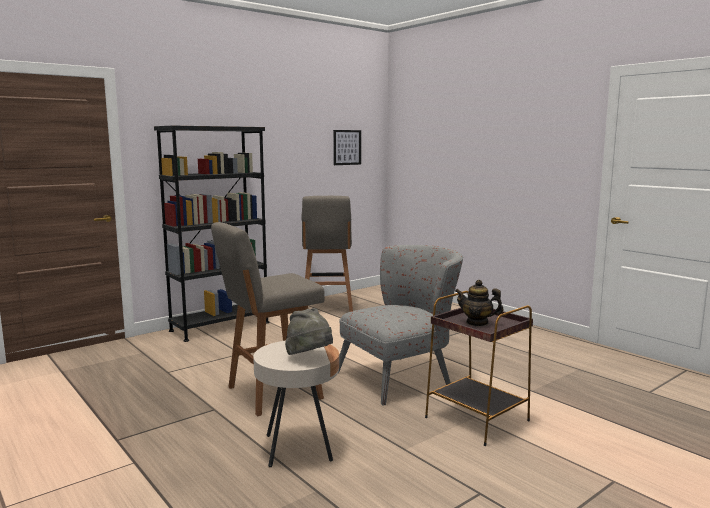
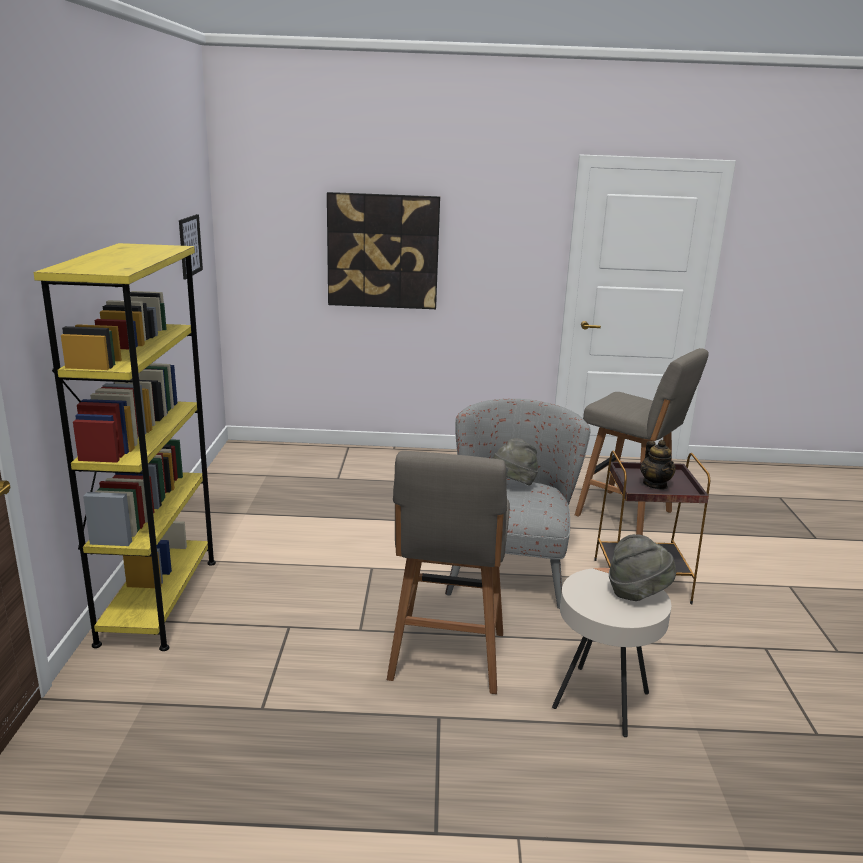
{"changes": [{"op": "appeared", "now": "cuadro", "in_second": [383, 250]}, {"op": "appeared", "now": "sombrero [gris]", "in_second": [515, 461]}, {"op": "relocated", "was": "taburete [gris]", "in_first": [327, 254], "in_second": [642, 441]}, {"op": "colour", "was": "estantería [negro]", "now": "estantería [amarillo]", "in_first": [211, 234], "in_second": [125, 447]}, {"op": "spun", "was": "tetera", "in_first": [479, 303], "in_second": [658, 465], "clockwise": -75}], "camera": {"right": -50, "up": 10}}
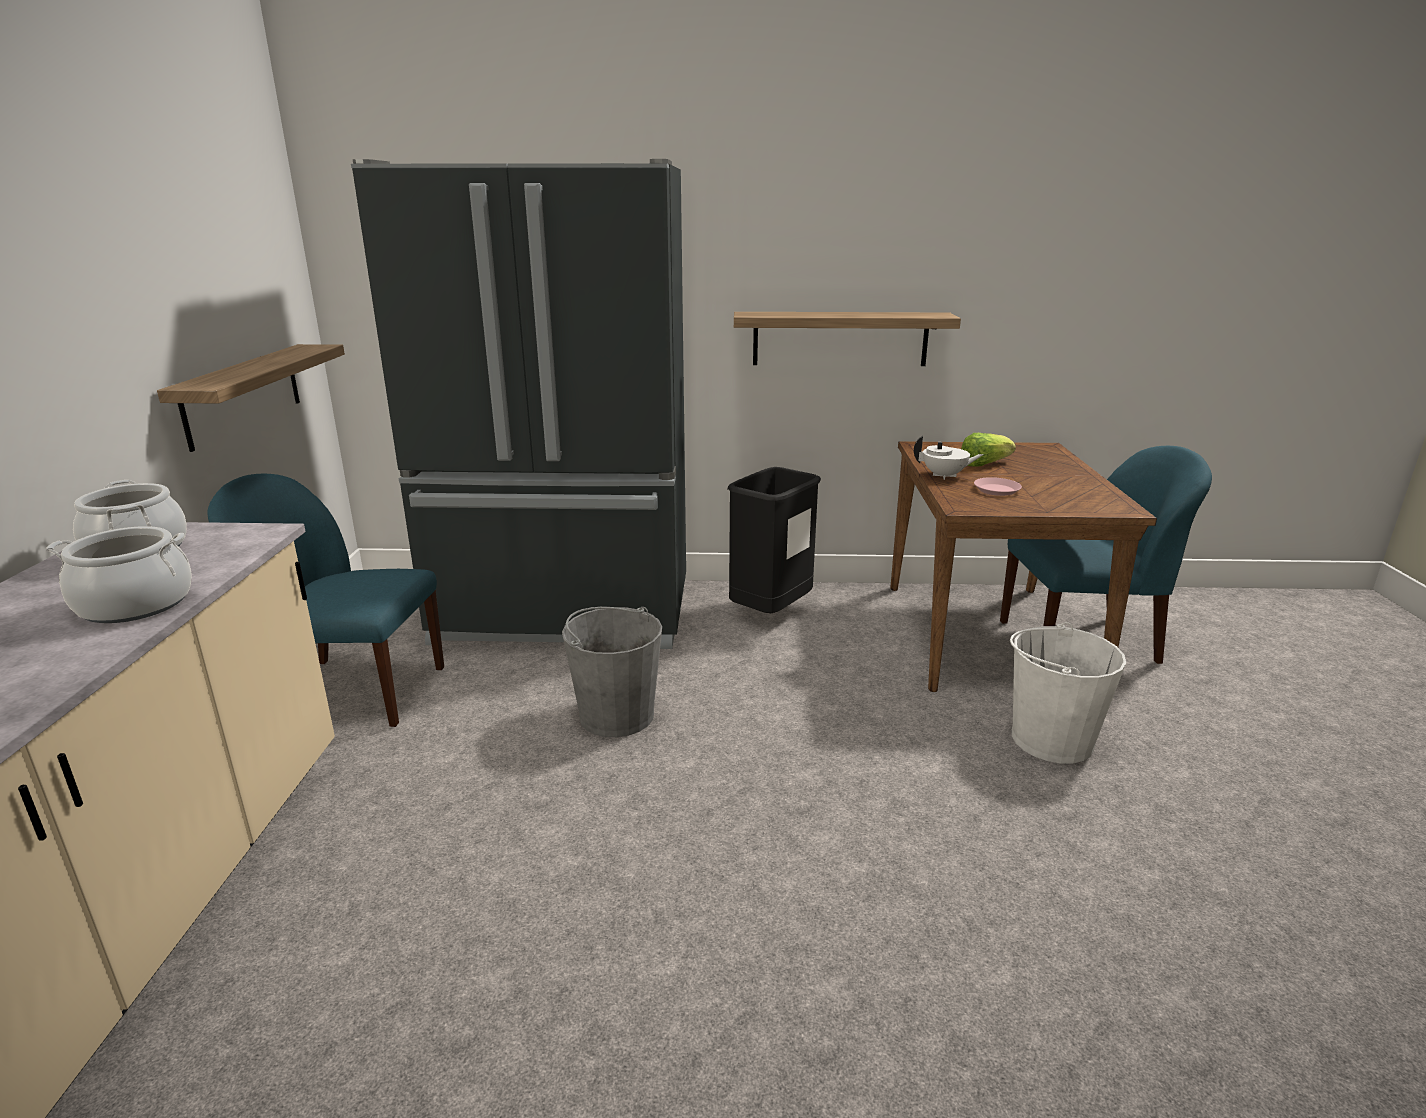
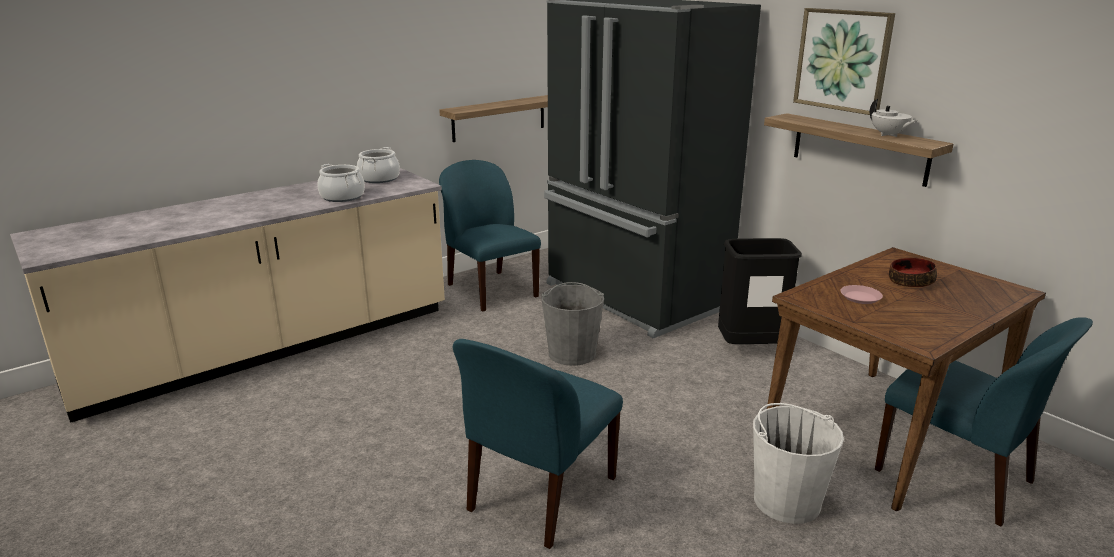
{"changes": [{"op": "appeared", "now": "silla [azul]", "in_second": [538, 444]}, {"op": "appeared", "now": "cuadro", "in_second": [844, 61]}, {"op": "relocated", "was": "tetera [blanco]", "in_first": [948, 458], "in_second": [894, 118]}, {"op": "exchanged", "was": "lechuga", "now": "cuenco", "in_first": [988, 450], "in_second": [913, 272]}], "camera": {"right": 50, "up": 0}}
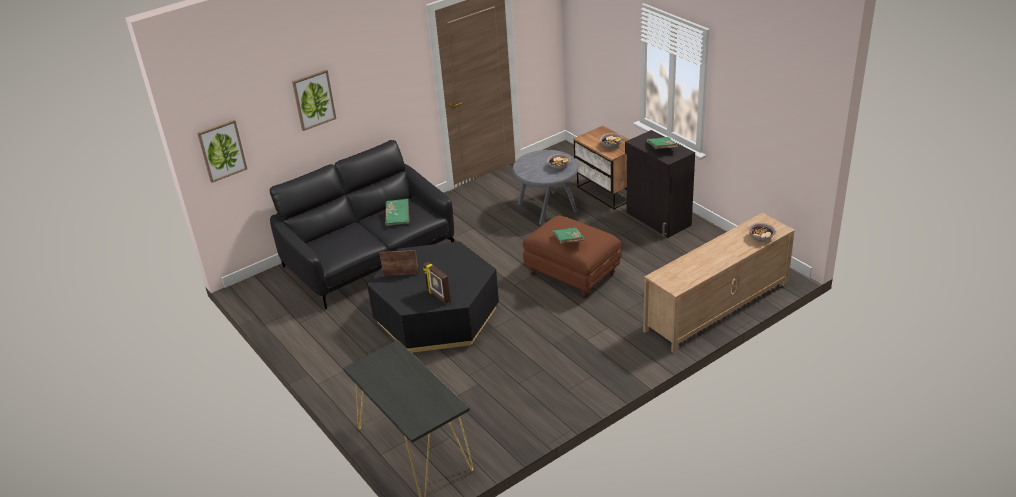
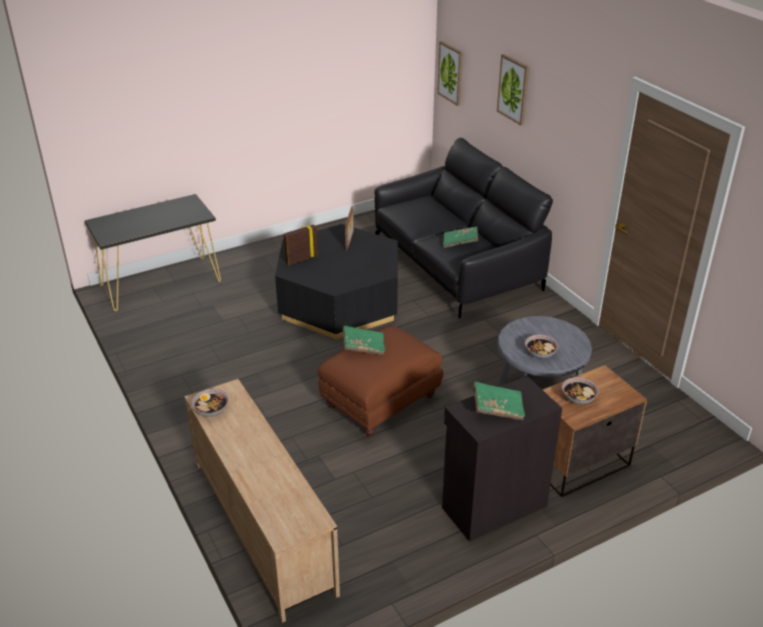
{"changes": [{"op": "relocated", "was": "cuenco", "in_first": [762, 232], "in_second": [210, 403]}], "camera": {"right": 95, "up": 0}}
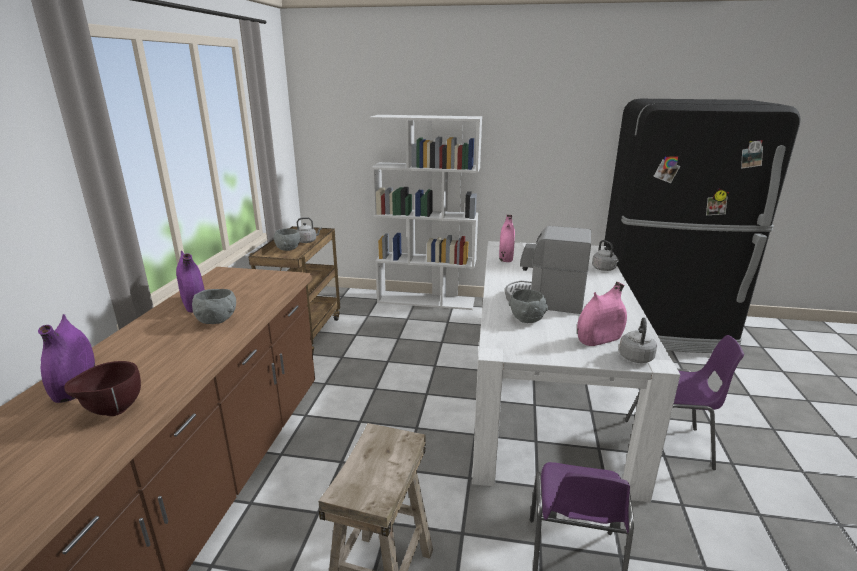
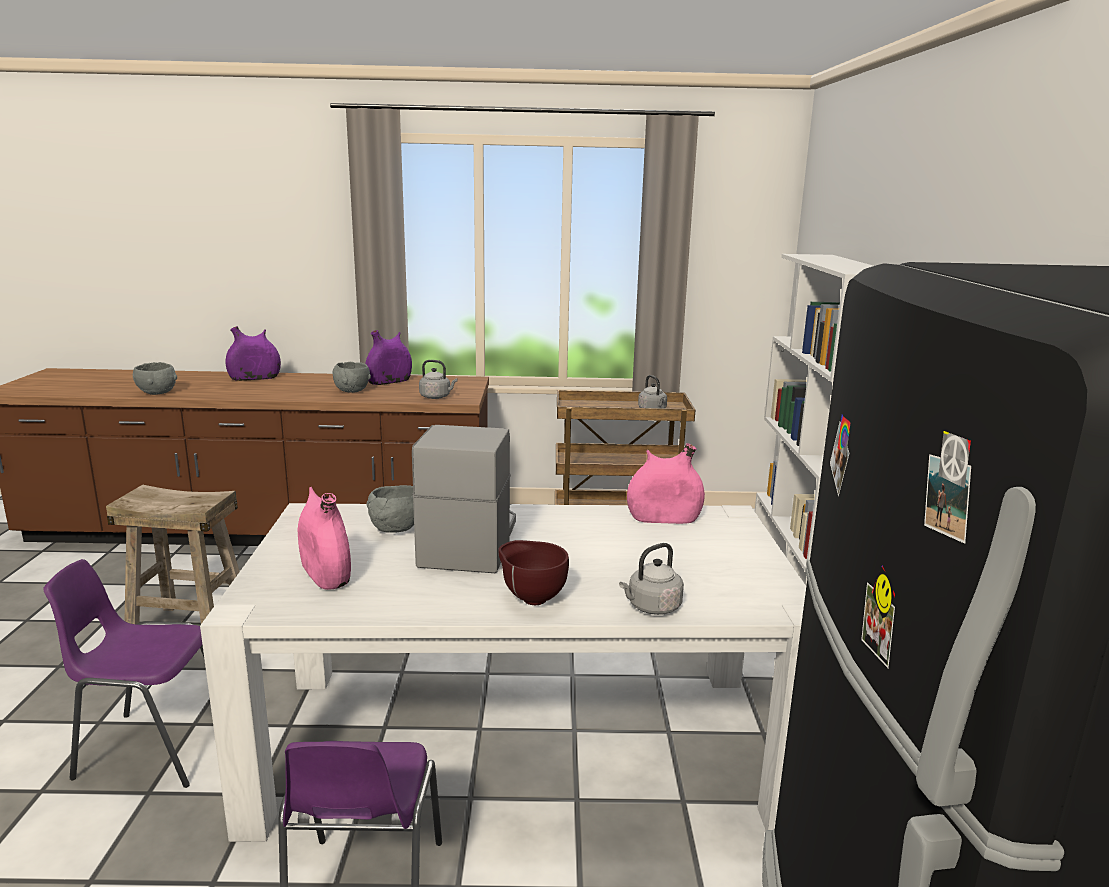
{"changes": [{"op": "relocated", "was": "cuenco [marrón]", "in_first": [102, 388], "in_second": [533, 572]}, {"op": "relocated", "was": "cuenco [gris]", "in_first": [287, 239], "in_second": [155, 378]}, {"op": "relocated", "was": "hervidor [gris]", "in_first": [638, 340], "in_second": [438, 379]}], "camera": {"right": 80, "up": -5}}
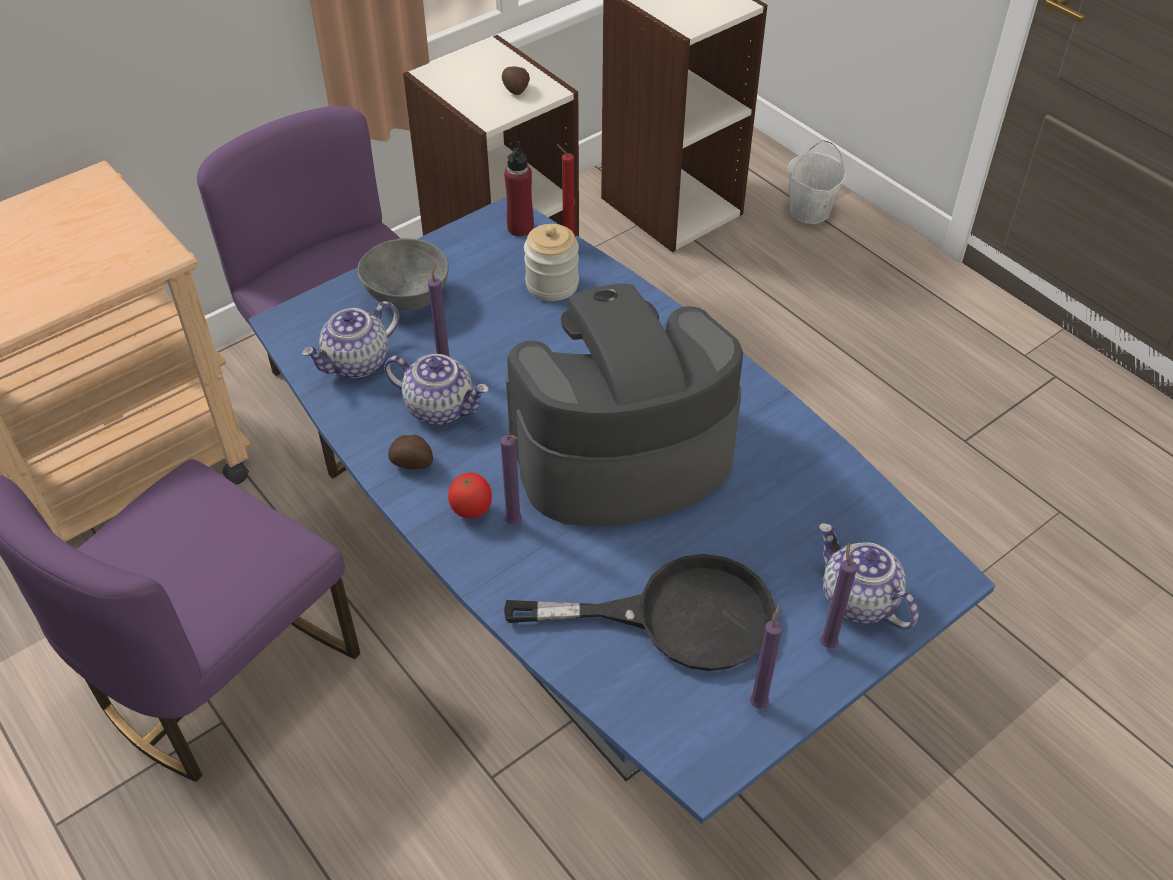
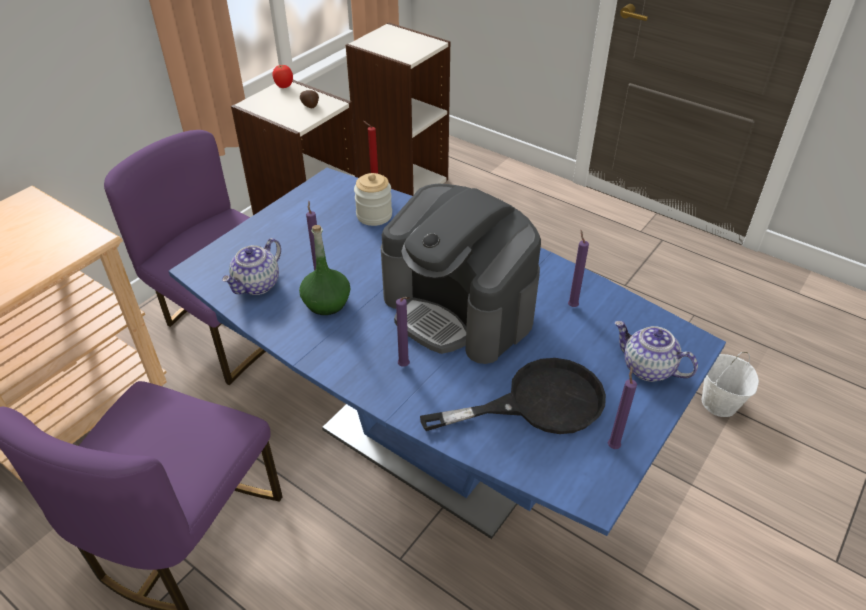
{"changes": [{"op": "missing", "was": "cuenco [gris]", "in_first": [403, 274]}, {"op": "missing", "was": "patata", "in_first": [410, 452]}, {"op": "missing", "was": "botella [rojo]", "in_first": [519, 189]}, {"op": "relocated", "was": "tomate", "in_first": [470, 495], "in_second": [283, 76]}, {"op": "relocated", "was": "cubo [blanco]", "in_first": [817, 182], "in_second": [730, 384]}, {"op": "relocated", "was": "vela [morado]", "in_first": [838, 595], "in_second": [578, 268]}, {"op": "exchanged", "was": "tetera", "now": "botella [verde]", "in_first": [436, 389], "in_second": [324, 270]}, {"op": "spun", "was": "cafetera", "in_first": [624, 404], "in_second": [461, 274], "clockwise": -105}], "camera": {"right": -15, "up": -5}}
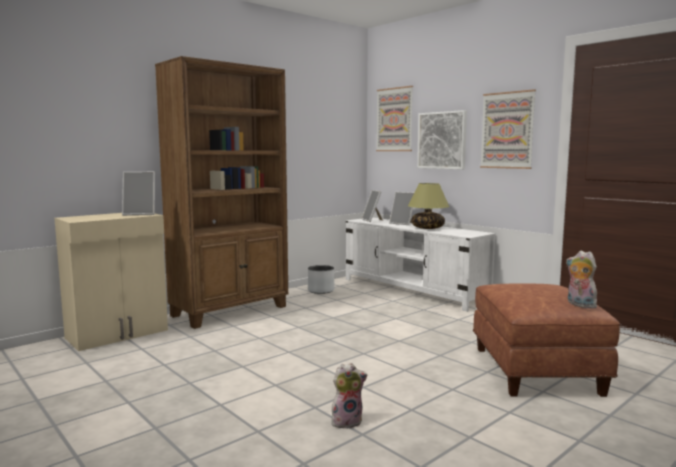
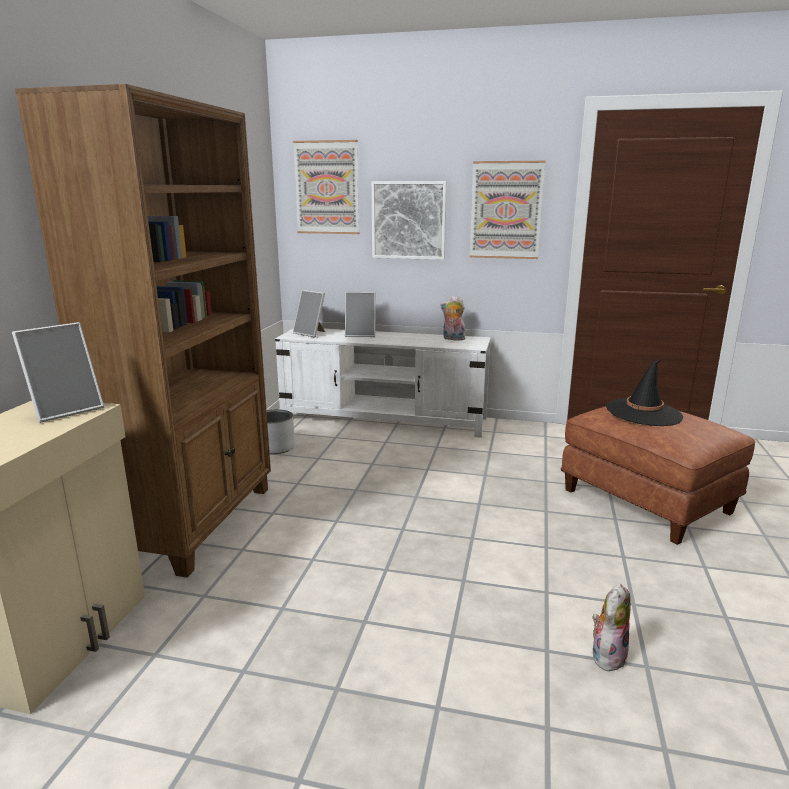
{"changes": [{"op": "missing", "was": "lámpara de mesa", "in_first": [428, 206]}, {"op": "appeared", "now": "sombrero [negro]", "in_second": [644, 392]}, {"op": "relocated", "was": "peluche", "in_first": [581, 280], "in_second": [452, 318]}], "camera": {"right": -35, "up": 10}}
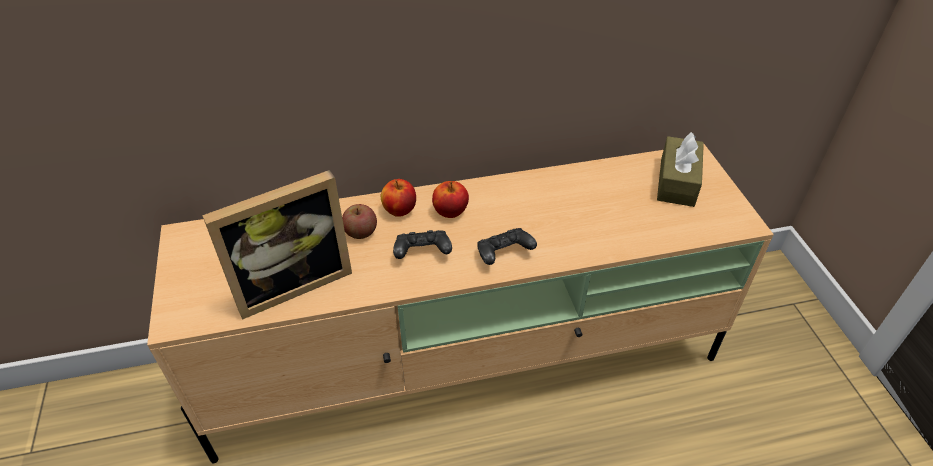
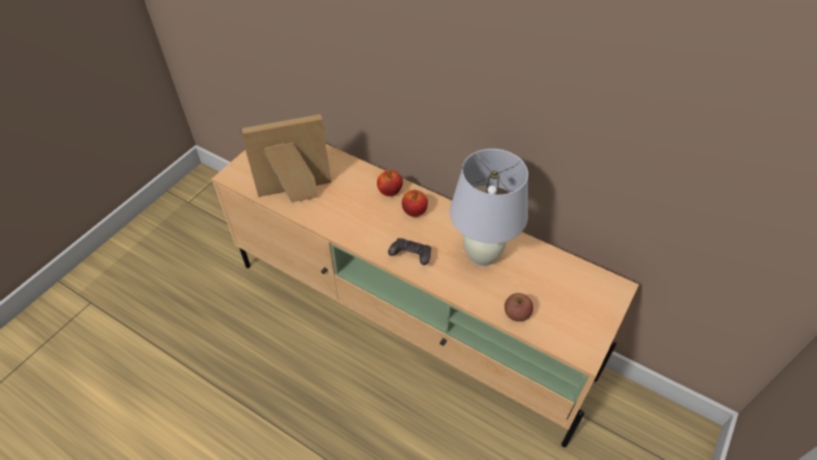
{"changes": [{"op": "missing", "was": "mando de consola [negro]", "in_first": [422, 244]}, {"op": "missing", "was": "caja de pañuelos [marrón]", "in_first": [680, 169]}, {"op": "appeared", "now": "lámpara de mesa [blanco]", "in_second": [489, 208]}, {"op": "relocated", "was": "manzana", "in_first": [359, 221], "in_second": [518, 307]}, {"op": "spun", "was": "portarretratos", "in_first": [277, 245], "in_second": [285, 158], "clockwise": 150}], "camera": {"right": 45, "up": 5}}
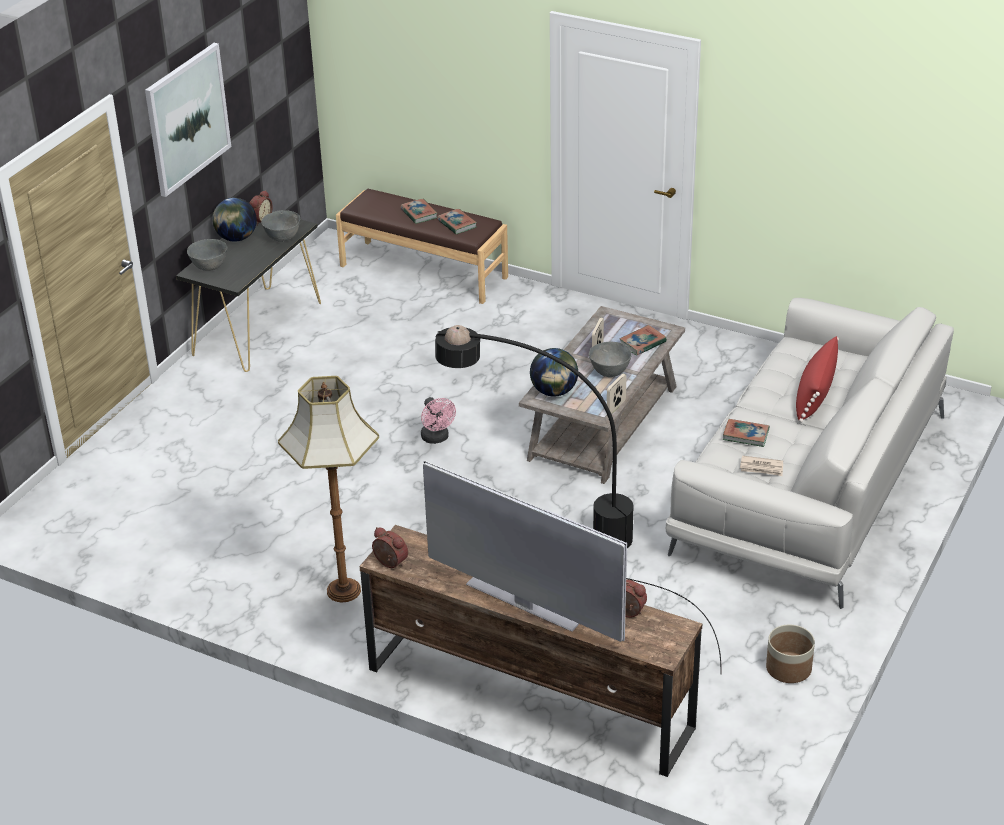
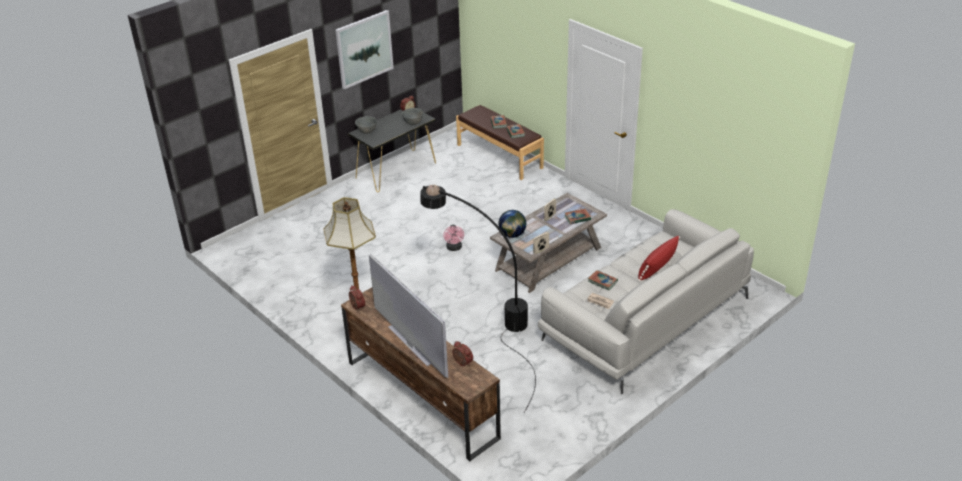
{"changes": [{"op": "missing", "was": "globo terráqueo", "in_first": [234, 220]}, {"op": "missing", "was": "cuenco [gris]", "in_first": [610, 359]}, {"op": "missing", "was": "maceta", "in_first": [790, 654]}], "camera": {"right": 20, "up": 0}}
